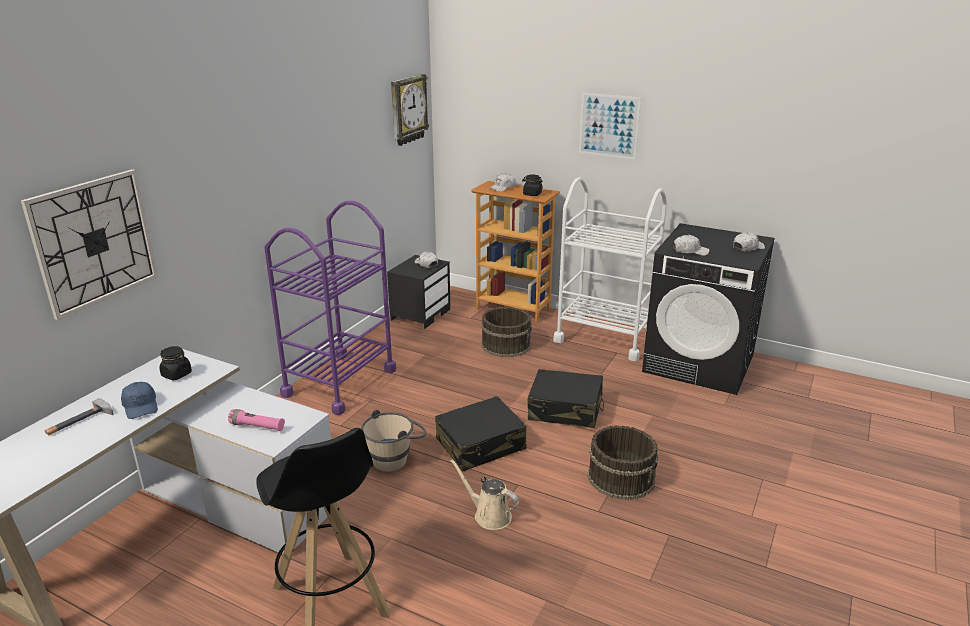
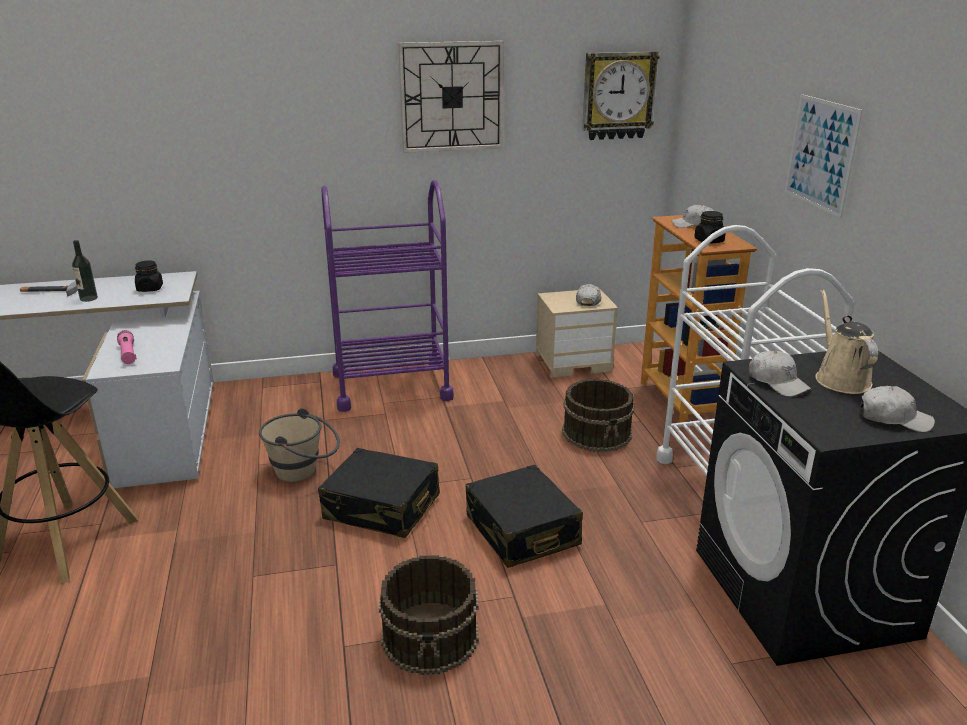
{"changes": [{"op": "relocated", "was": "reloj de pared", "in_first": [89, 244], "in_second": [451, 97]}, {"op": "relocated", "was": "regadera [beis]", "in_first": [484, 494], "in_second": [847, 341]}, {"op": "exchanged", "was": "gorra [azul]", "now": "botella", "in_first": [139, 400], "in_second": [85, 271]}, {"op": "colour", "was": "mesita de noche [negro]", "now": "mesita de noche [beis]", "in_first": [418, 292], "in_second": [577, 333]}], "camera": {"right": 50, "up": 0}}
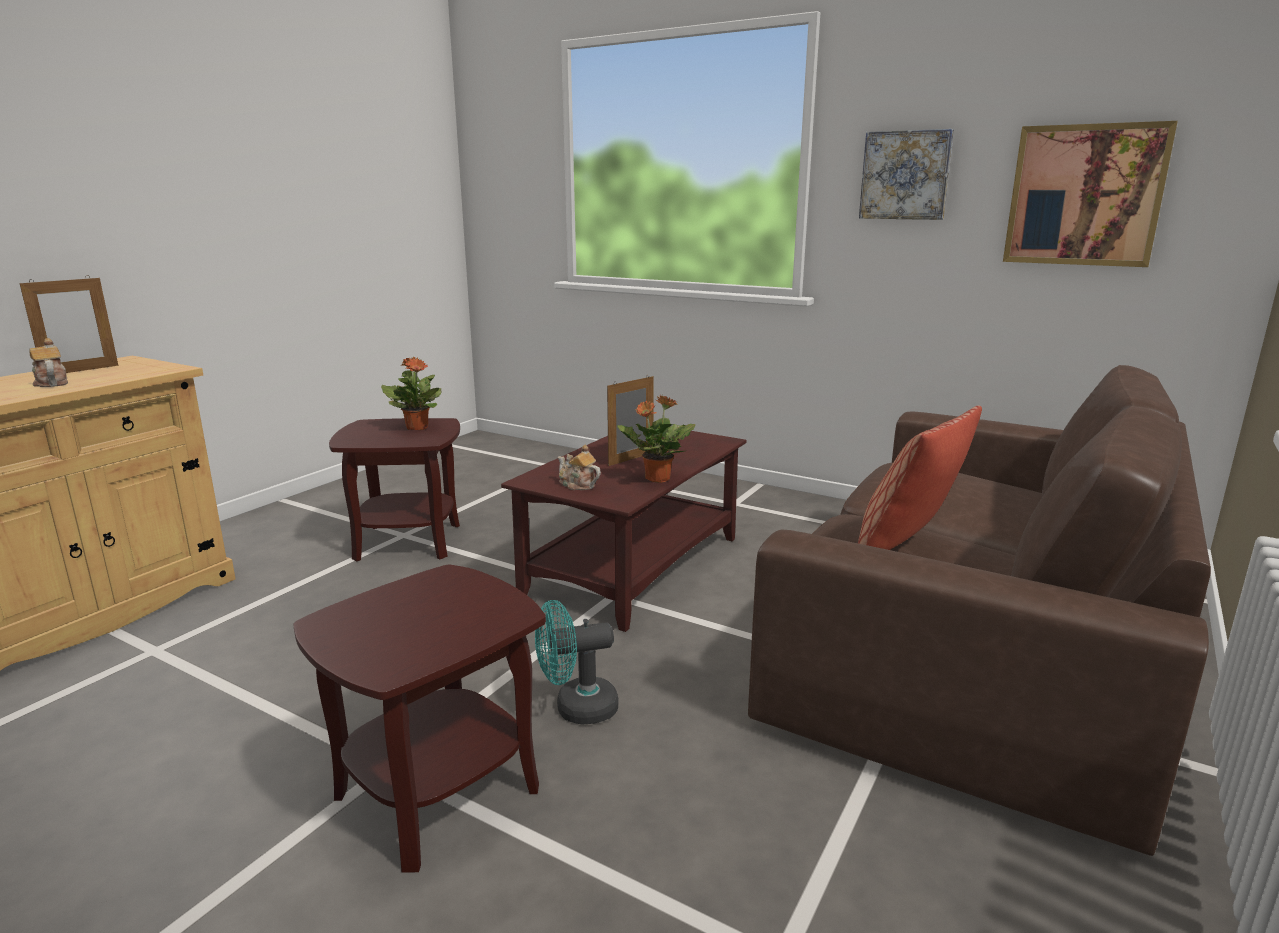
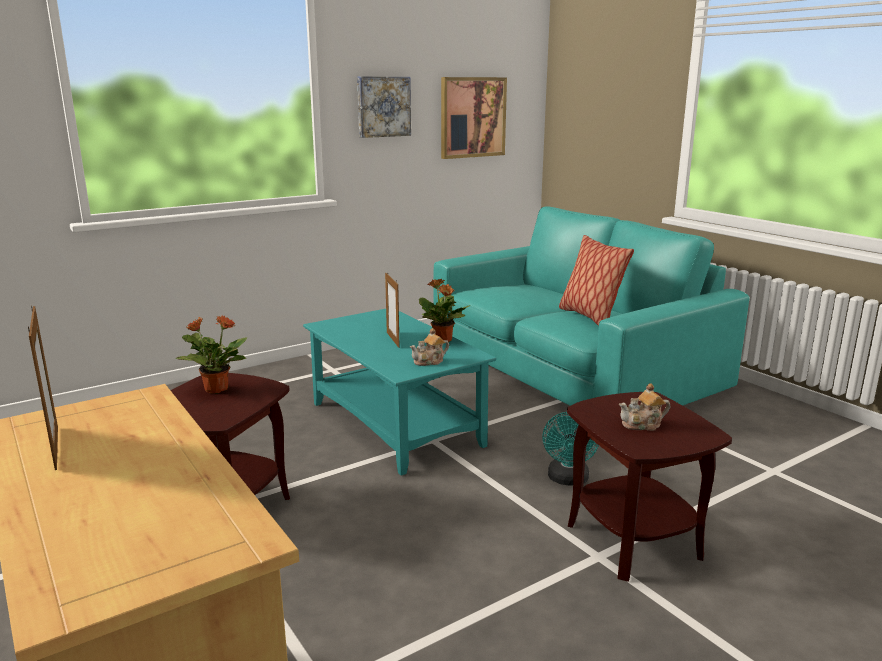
{"changes": [{"op": "relocated", "was": "tetera", "in_first": [48, 362], "in_second": [644, 407]}, {"op": "colour", "was": "mesa de centro [marrón]", "now": "mesa de centro [turquesa]", "in_first": [623, 531], "in_second": [399, 392]}, {"op": "colour", "was": "sofá [marrón]", "now": "sofá [turquesa]", "in_first": [979, 610], "in_second": [591, 306]}], "camera": {"right": -65, "up": 0}}
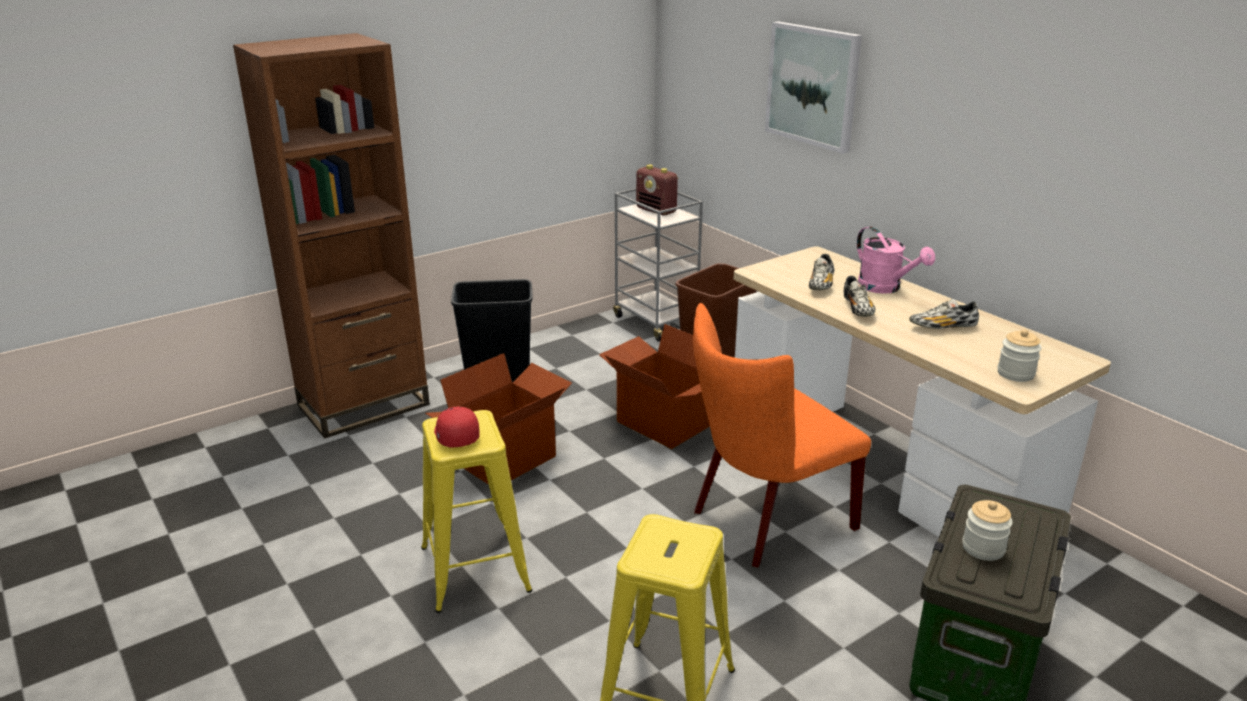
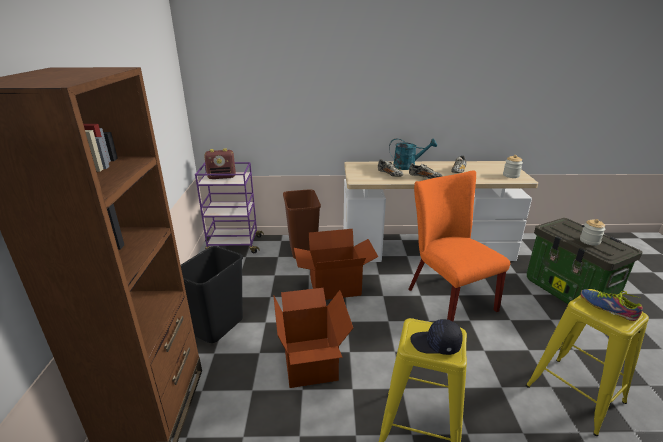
{"changes": [{"op": "missing", "was": "cuadro", "in_first": [813, 87]}, {"op": "appeared", "now": "zapato", "in_second": [612, 305]}, {"op": "colour", "was": "gorra [rojo]", "now": "gorra [negro]", "in_first": [457, 427], "in_second": [437, 337]}, {"op": "colour", "was": "carrito [gris]", "now": "carrito [morado]", "in_first": [658, 265], "in_second": [229, 207]}, {"op": "colour", "was": "regadera [rosa]", "now": "regadera [turquesa]", "in_first": [896, 260], "in_second": [413, 154]}, {"op": "spun", "was": "silla [naranja]", "in_first": [782, 435], "in_second": [459, 246], "clockwise": 150}], "camera": {"right": -55, "up": 0}}
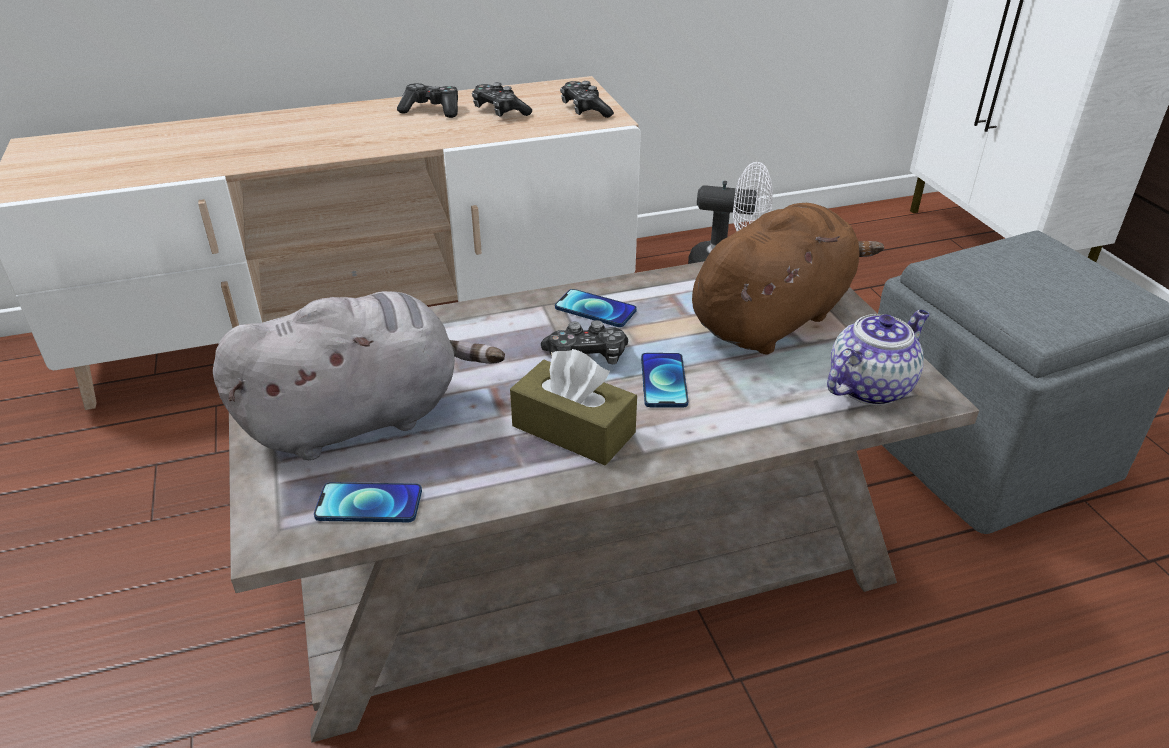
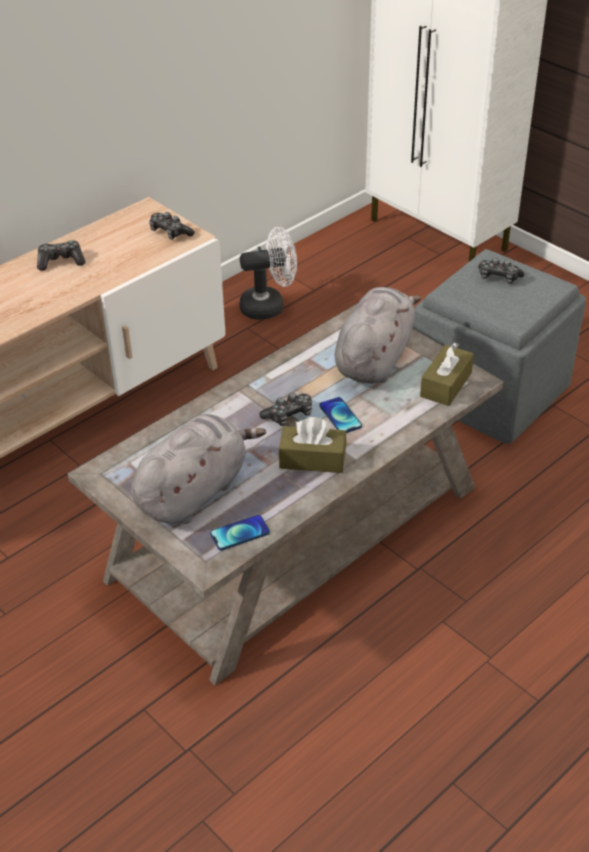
{"changes": [{"op": "missing", "was": "móvil", "in_first": [596, 308]}, {"op": "relocated", "was": "mando de consola", "in_first": [502, 99], "in_second": [501, 270]}, {"op": "exchanged", "was": "tetera", "now": "caja de pañuelos [marrón]", "in_first": [878, 358], "in_second": [447, 374]}, {"op": "colour", "was": "peluche [marrón]", "now": "peluche [gris]", "in_first": [788, 278], "in_second": [378, 335]}], "camera": {"right": -25, "up": 5}}
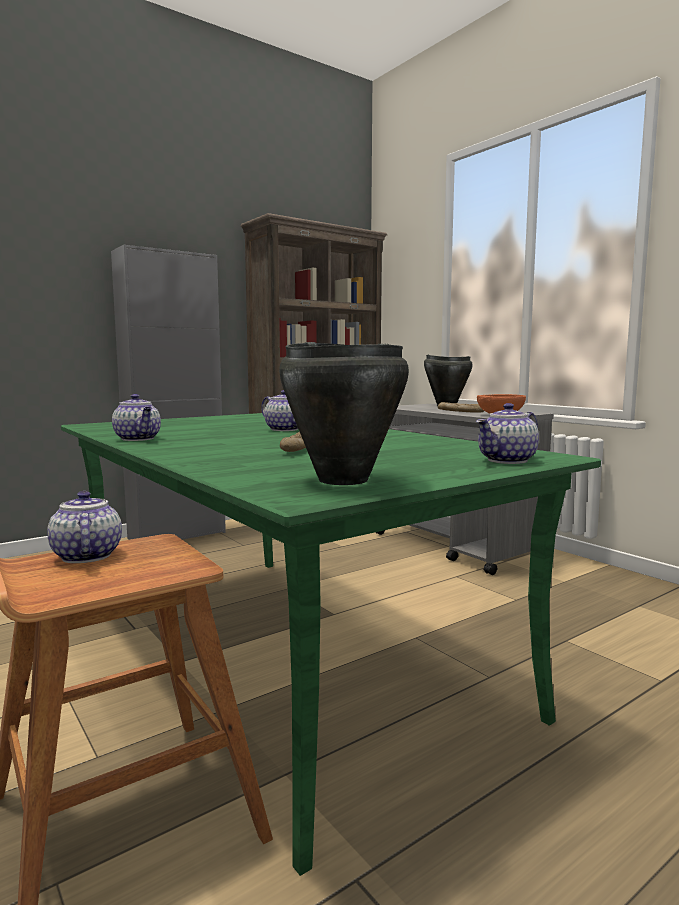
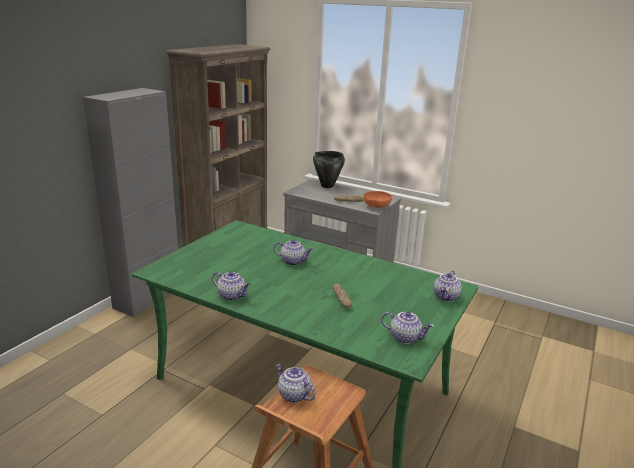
{"changes": [{"op": "exchanged", "was": "olla [negro]", "now": "tetera", "in_first": [344, 413], "in_second": [407, 327]}], "camera": {"right": -25, "up": 15}}
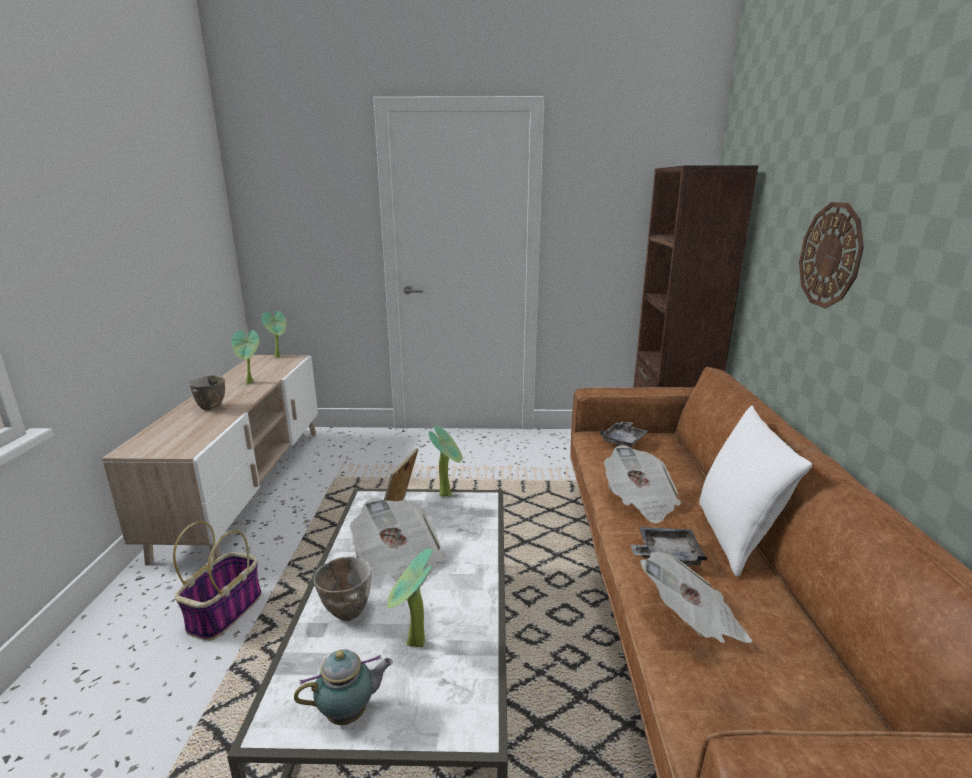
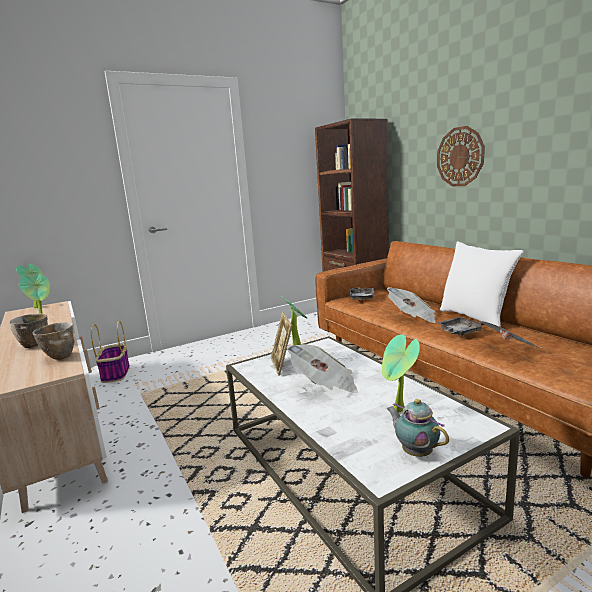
{"changes": [{"op": "relocated", "was": "cesta", "in_first": [217, 581], "in_second": [110, 352]}, {"op": "relocated", "was": "cuenco", "in_first": [342, 589], "in_second": [54, 341]}, {"op": "spun", "was": "tetera", "in_first": [343, 687], "in_second": [418, 428], "clockwise": -75}], "camera": {"right": -30, "up": -5}}
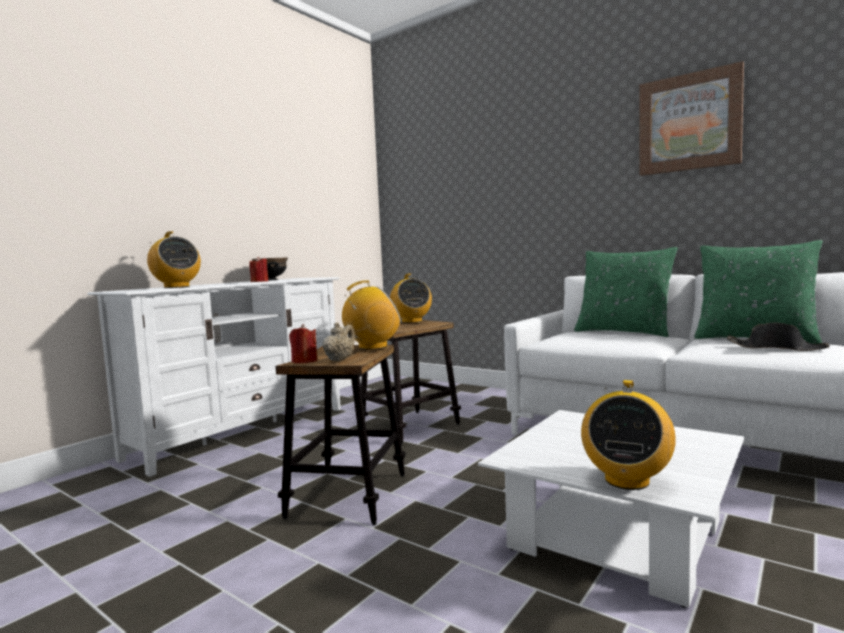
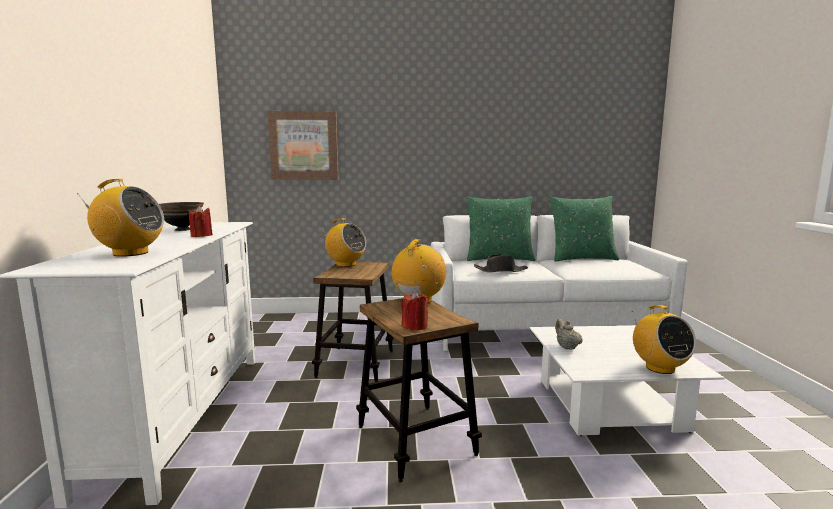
{"changes": [{"op": "relocated", "was": "tetera [beis]", "in_first": [338, 341], "in_second": [569, 334]}, {"op": "relocated", "was": "cuadro", "in_first": [691, 118], "in_second": [302, 145]}, {"op": "relocated", "was": "sombrero [negro]", "in_first": [778, 336], "in_second": [501, 263]}], "camera": {"right": -40, "up": 5}}
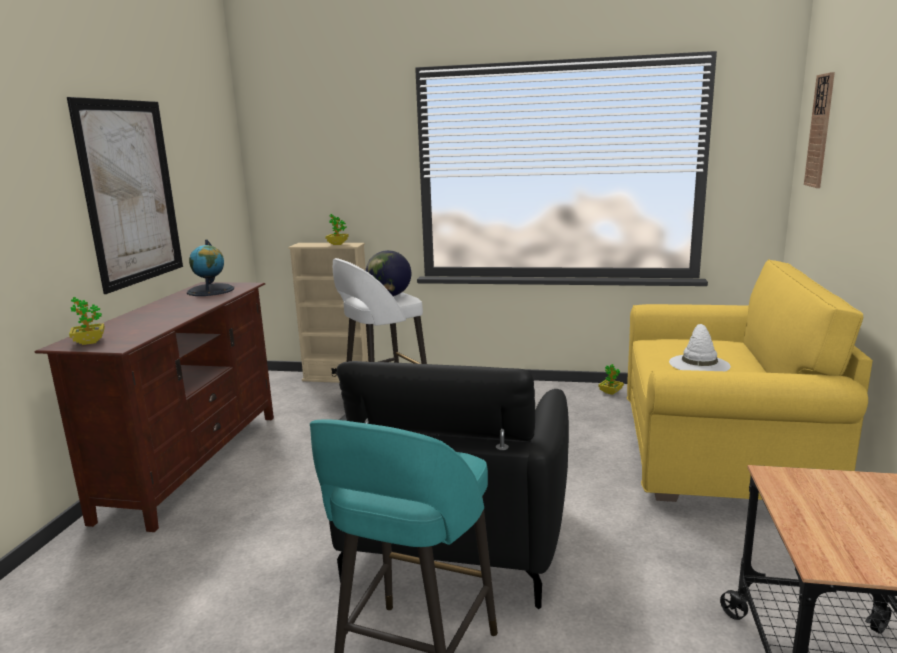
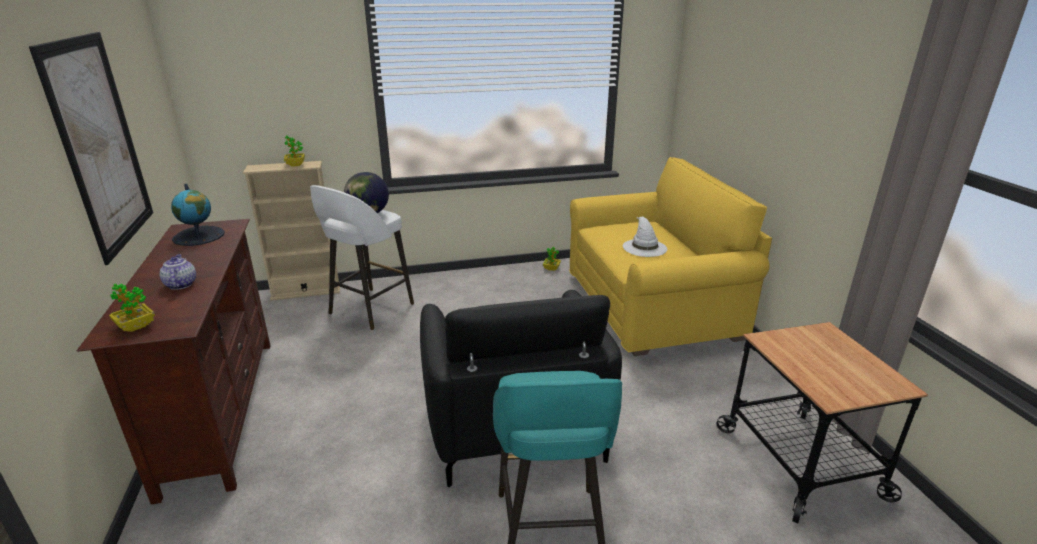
{"changes": [{"op": "missing", "was": "reloj de pared", "in_first": [819, 130]}, {"op": "appeared", "now": "tetera", "in_second": [177, 272]}], "camera": {"right": -25, "up": 10}}
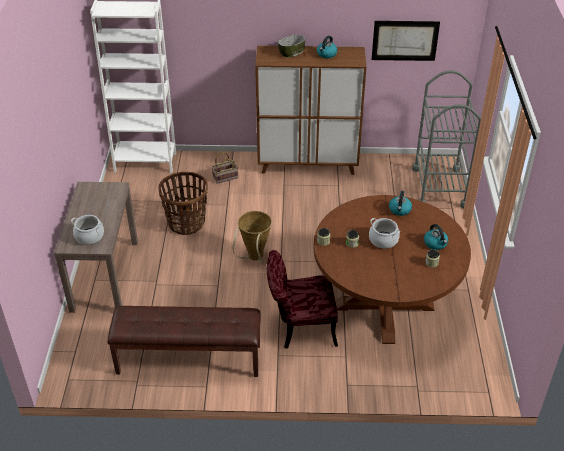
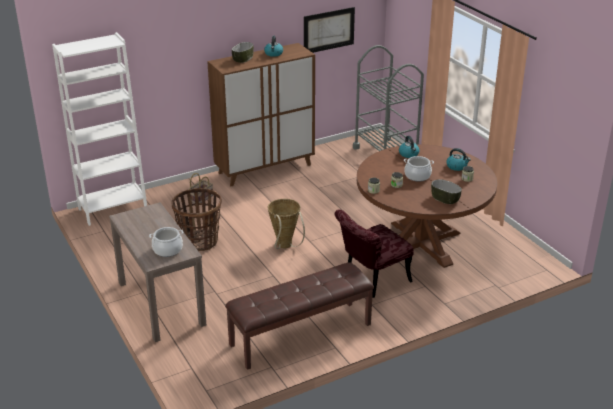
{"changes": [{"op": "appeared", "now": "cuenco", "in_second": [446, 191]}], "camera": {"right": -30, "up": -10}}
